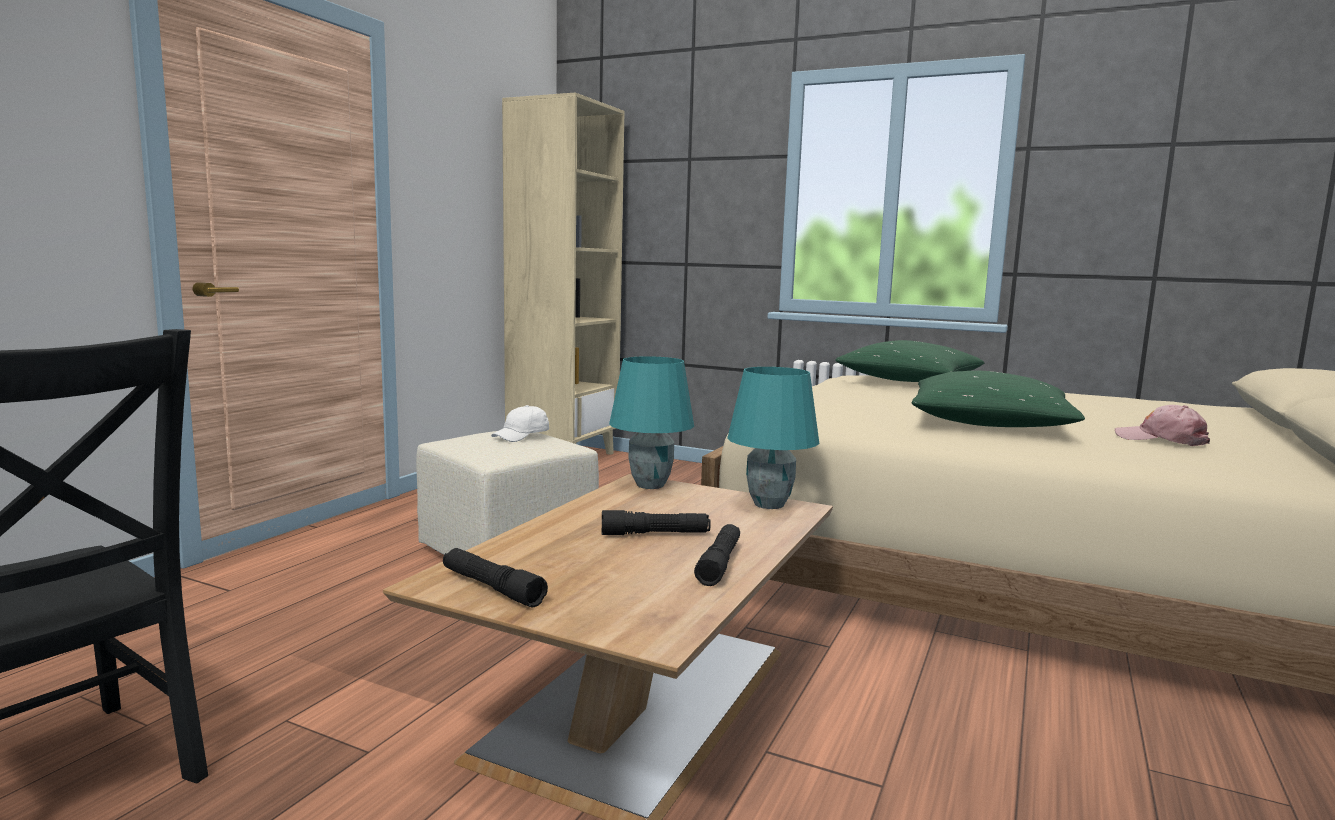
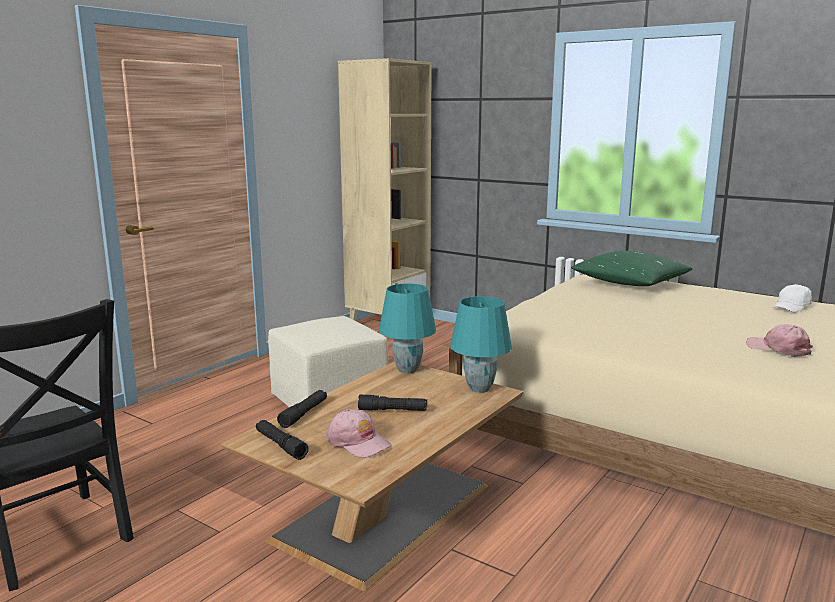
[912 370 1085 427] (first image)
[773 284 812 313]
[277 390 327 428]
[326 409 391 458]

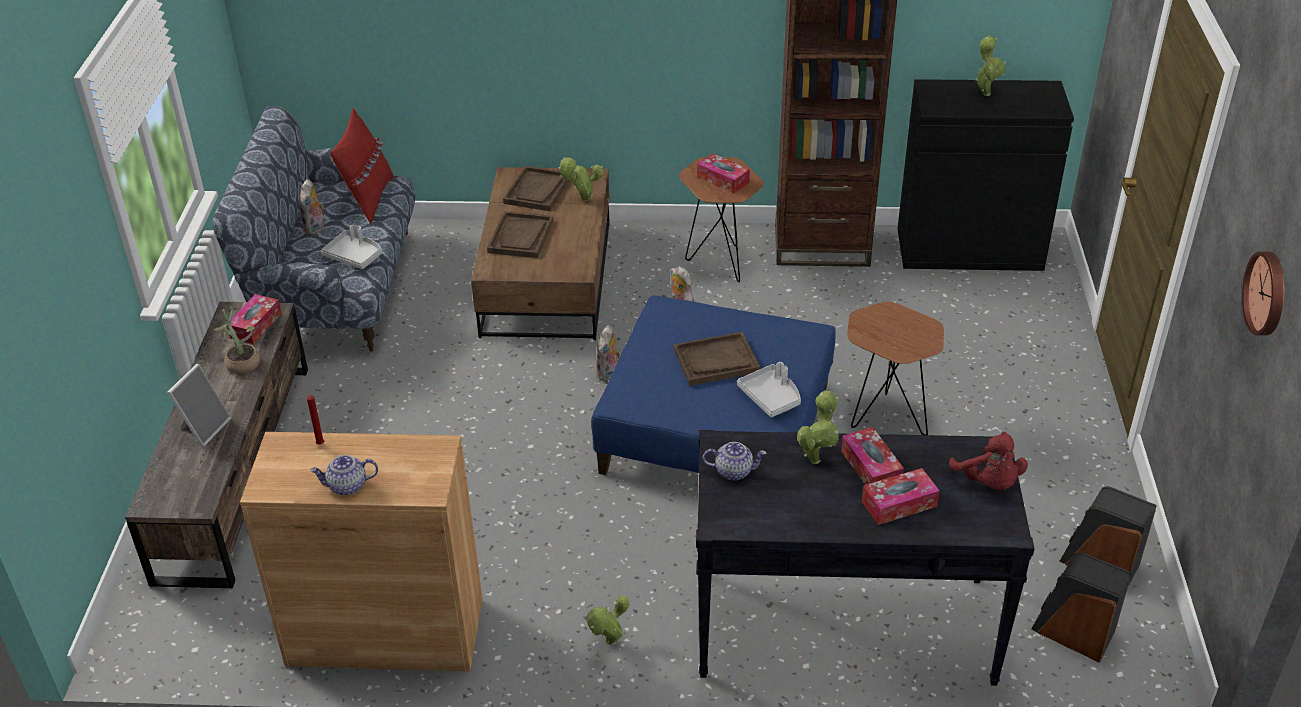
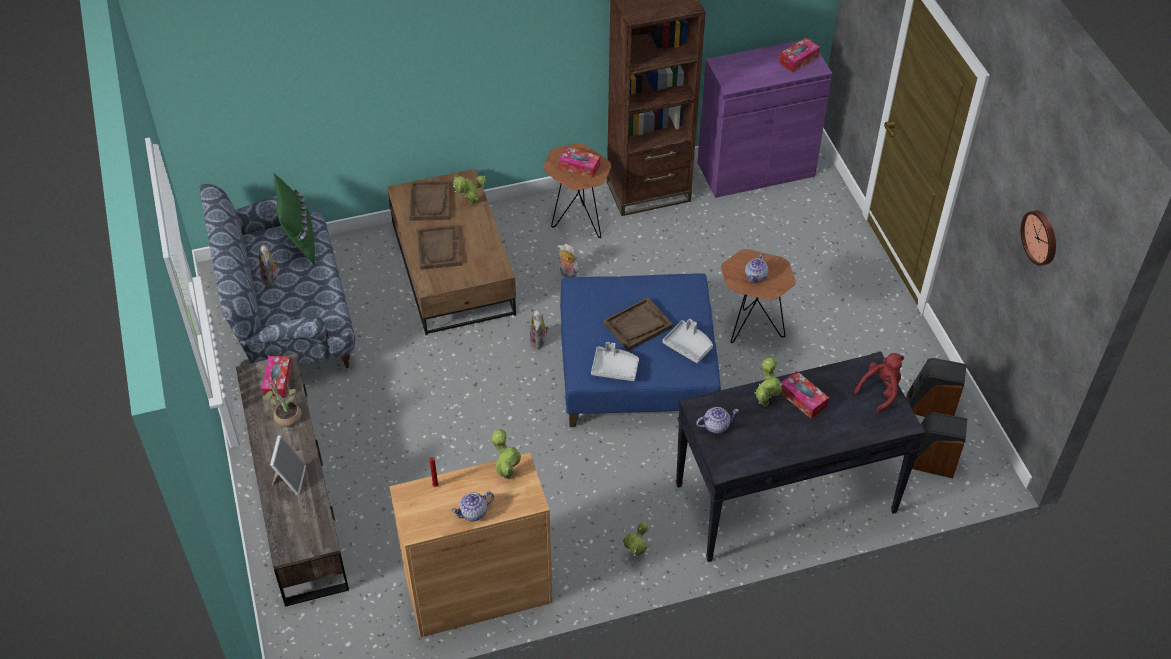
[491 429 521 479]
[697 39 832 198]
[274 173 315 265]
[591 342 639 381]
[854 353 904 413]
[779 38 820 72]
[745 253 768 283]

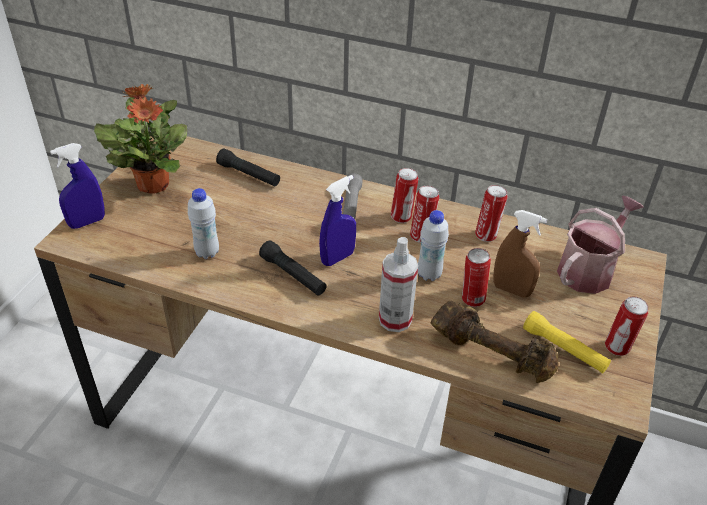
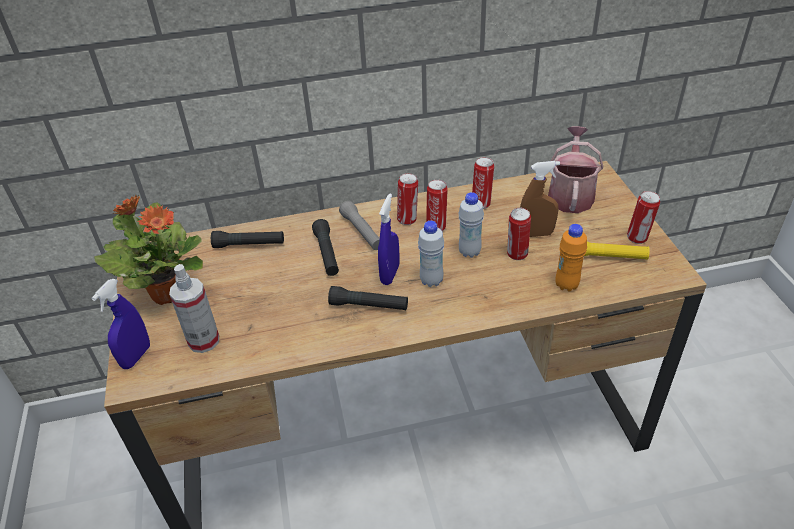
[418 221 444 287]
[169 264 219 353]
[556 224 587 291]
[312 219 339 276]

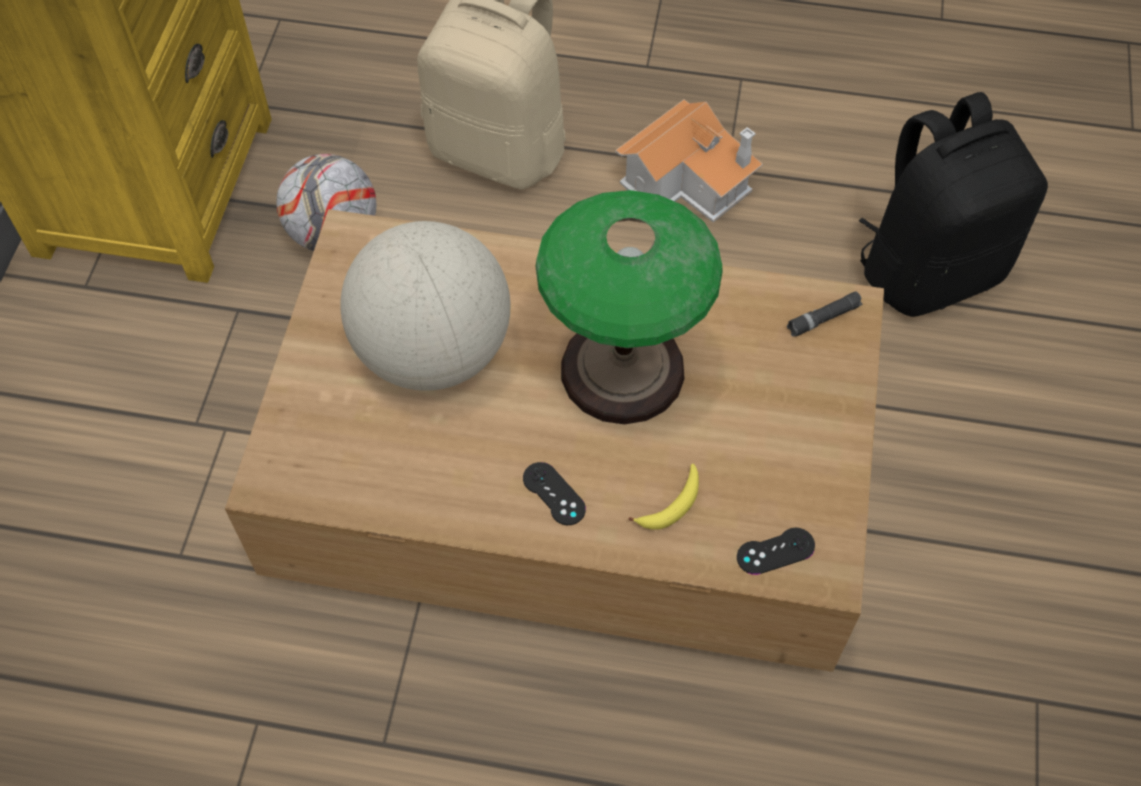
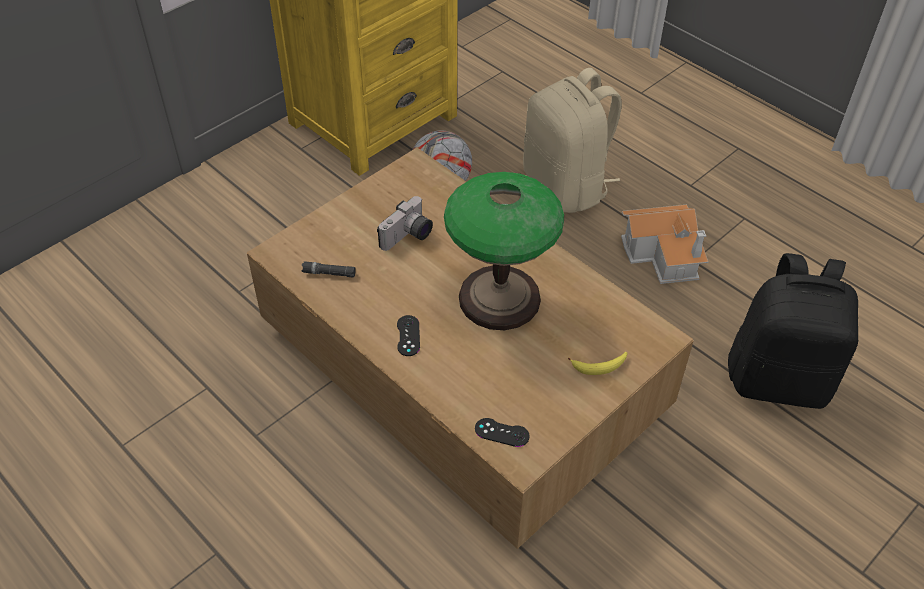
[377 196 433 251]
[301 261 356 277]
[568 352 627 375]

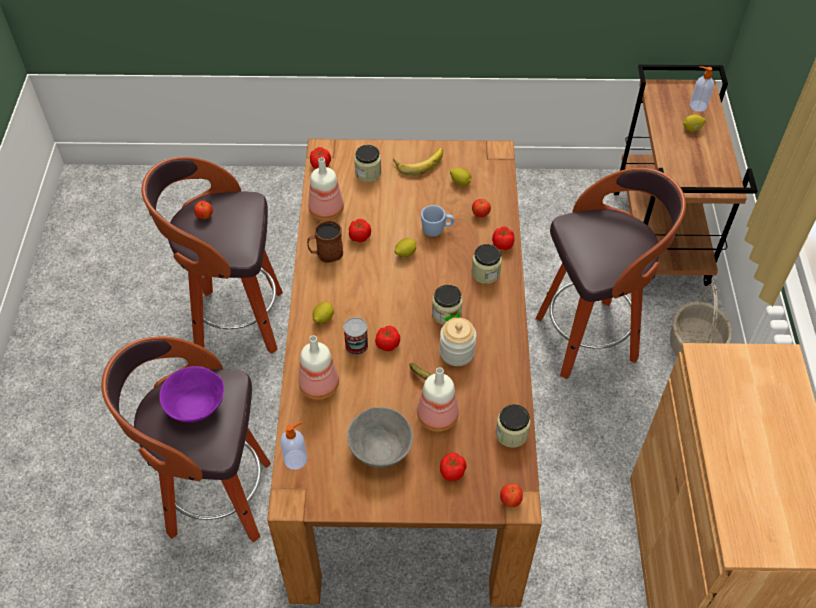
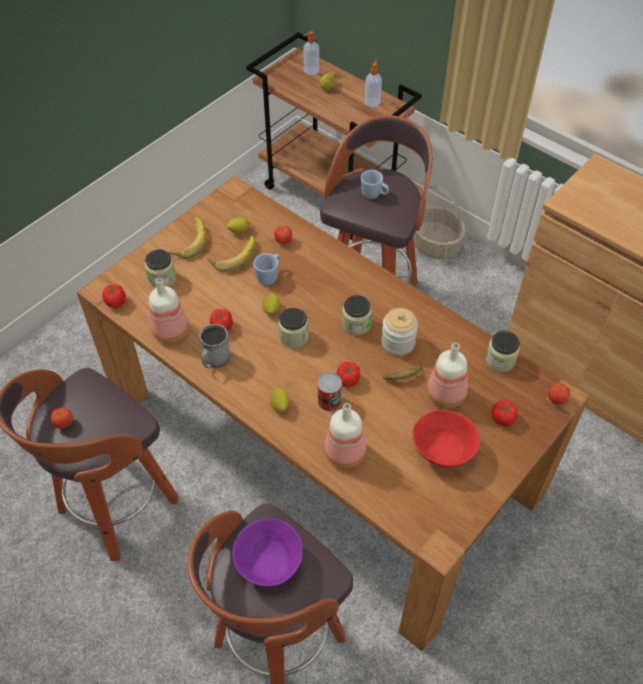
[199 324 231 369]
[492 226 515 250] (first image)
[278 308 308 348]
[413 410 480 468]
[365 59 382 107]
[361 170 389 199]
[207 235 256 272]

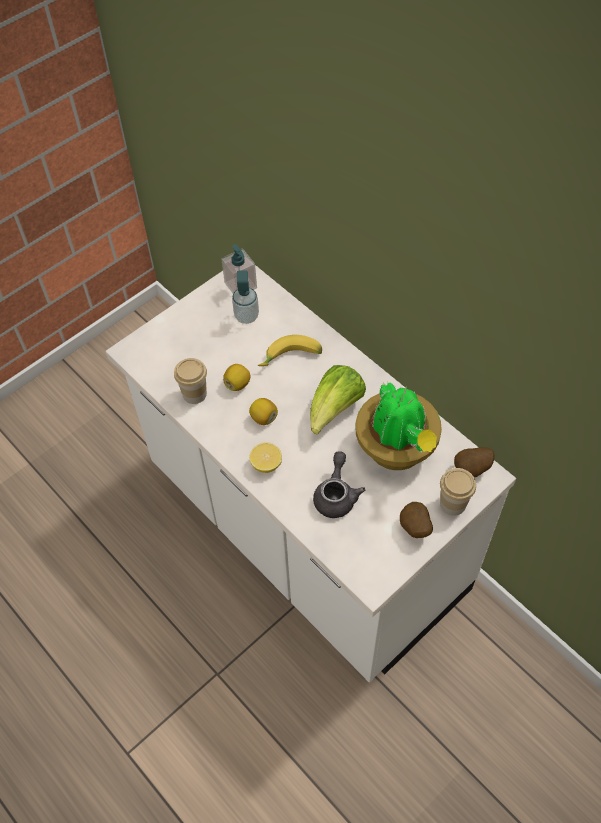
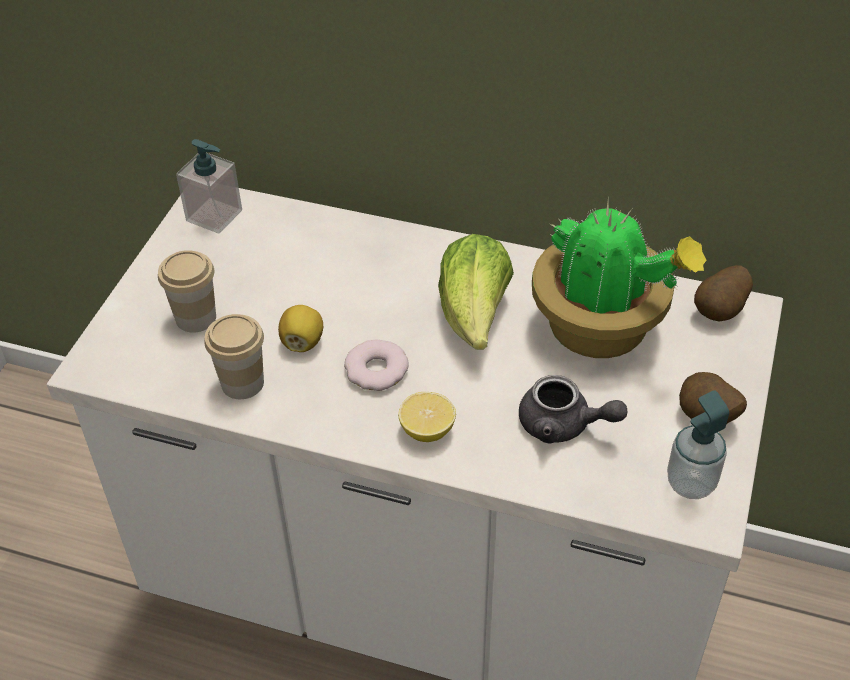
[667 391 729 499]
[258 335 322 366] (first image)
[344 340 409 391]
[519 375 627 443]
[158 250 216 333]

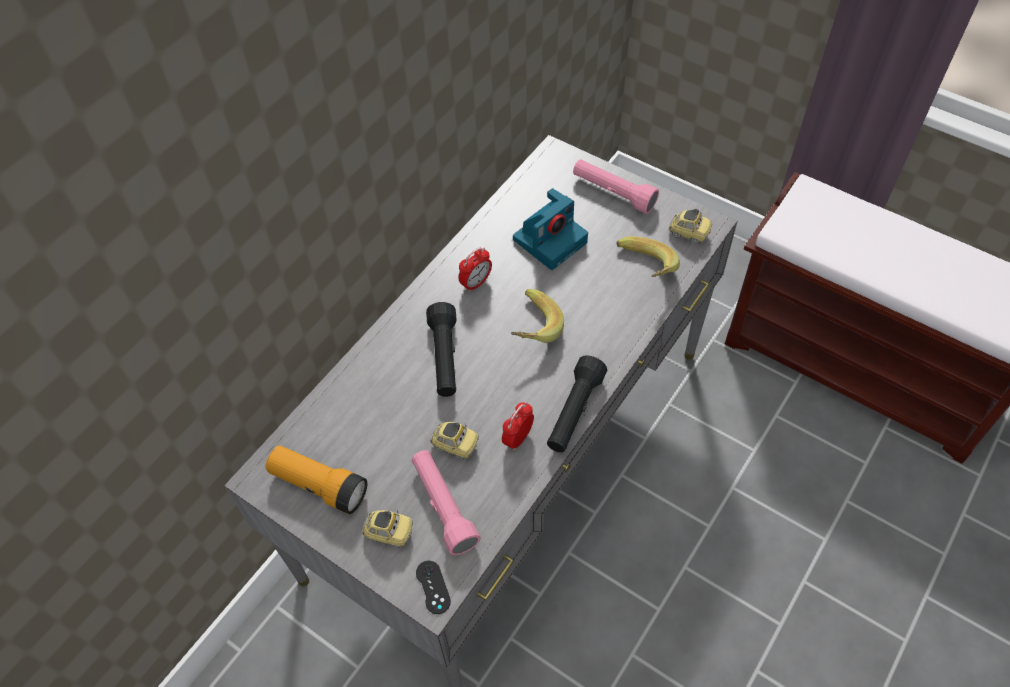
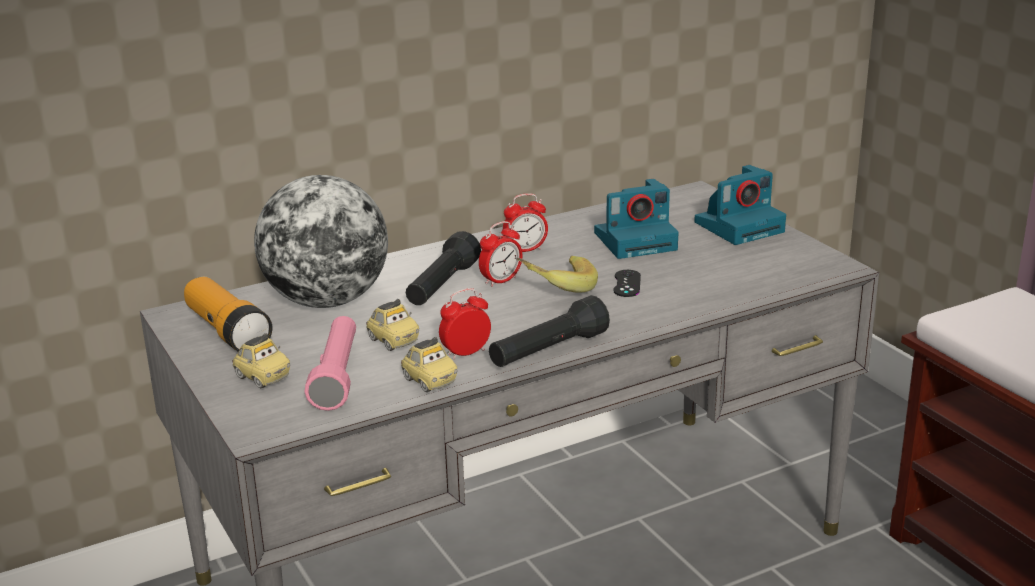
[694 165 786 245]
[401 337 457 392]
[617 236 680 277] (first image)
[613 270 641 297]
[254 175 388 308]
[479 221 522 287]

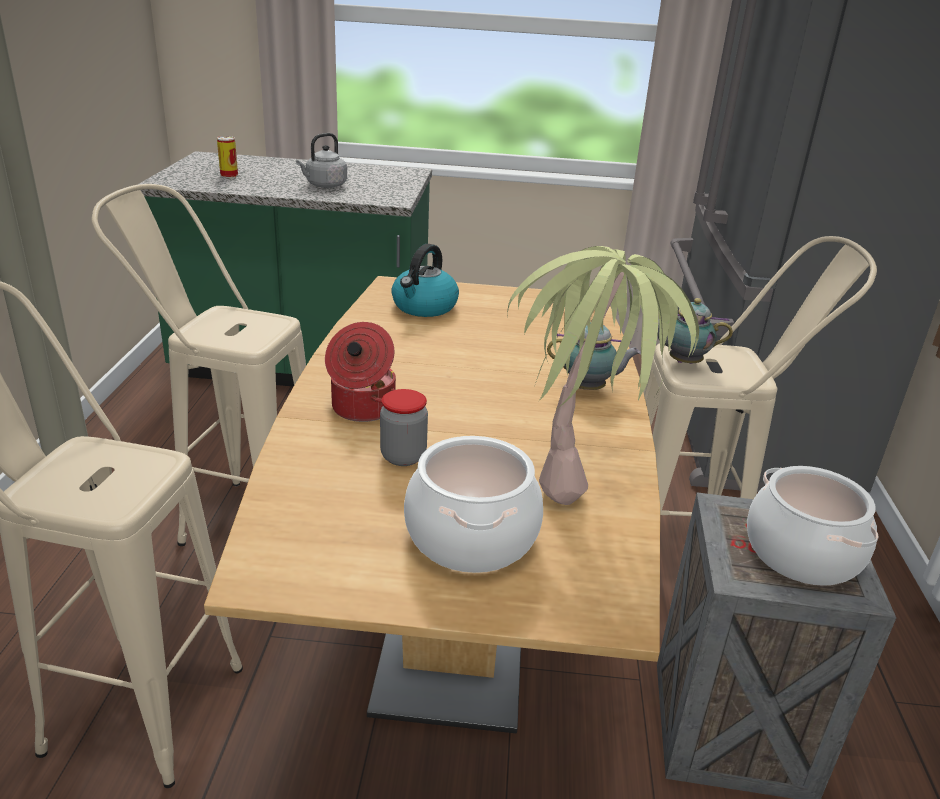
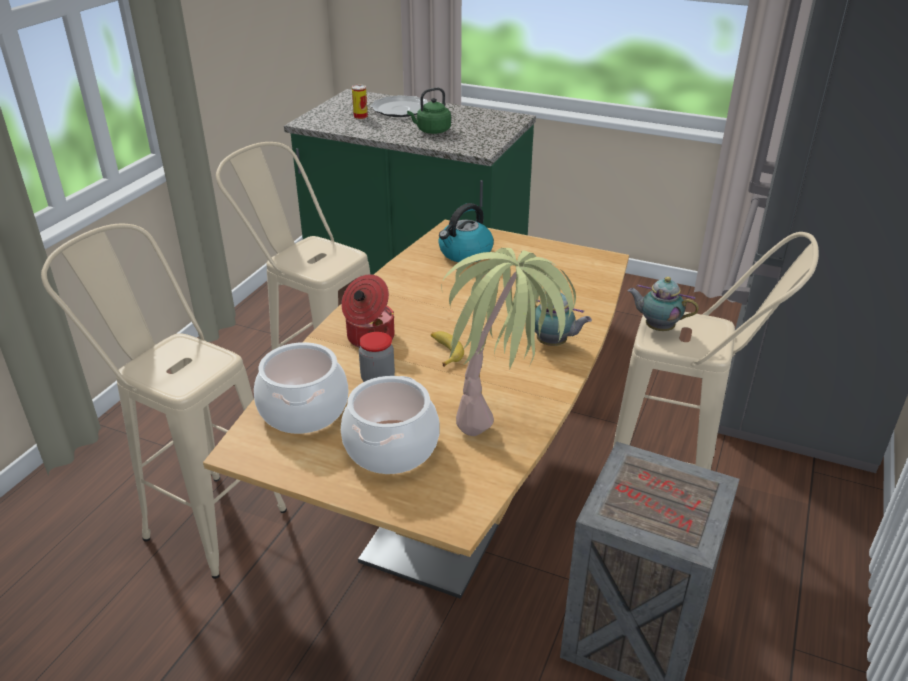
[407 88 451 134]
[254 342 349 434]
[371 95 428 117]
[431 331 464 367]

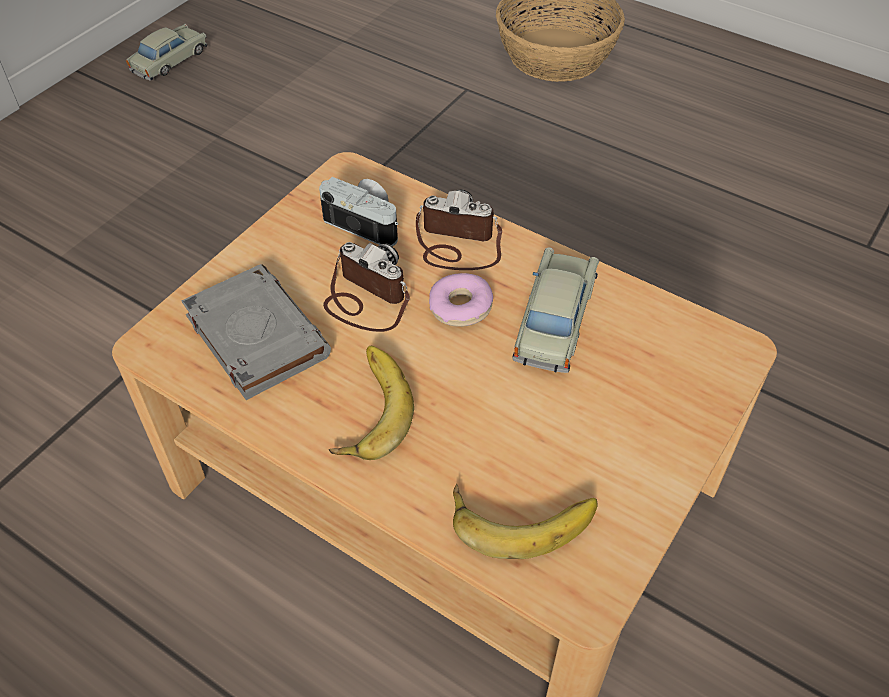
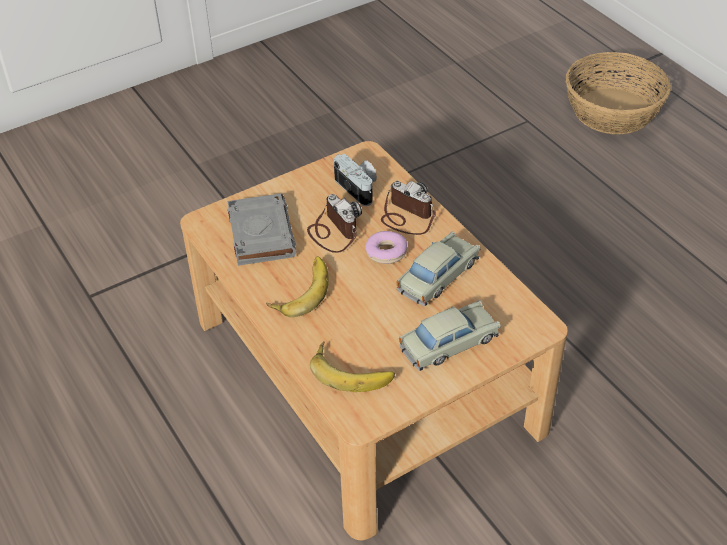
[399 301 501 371]

